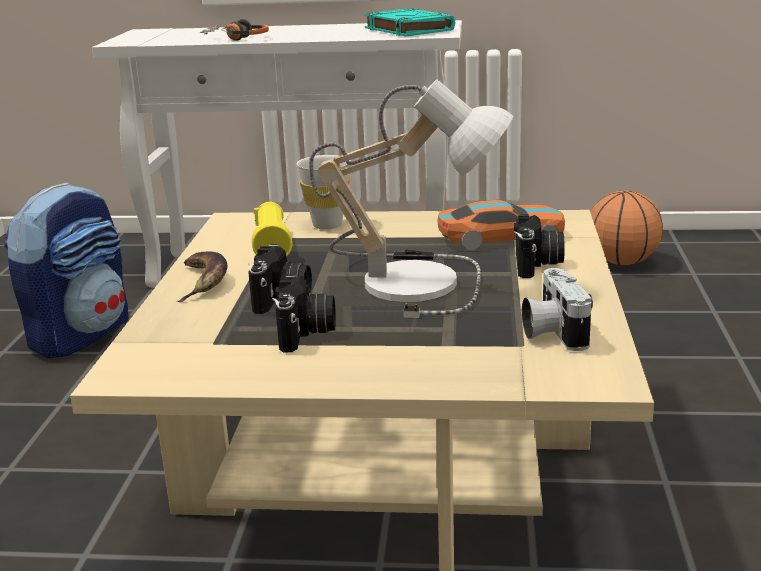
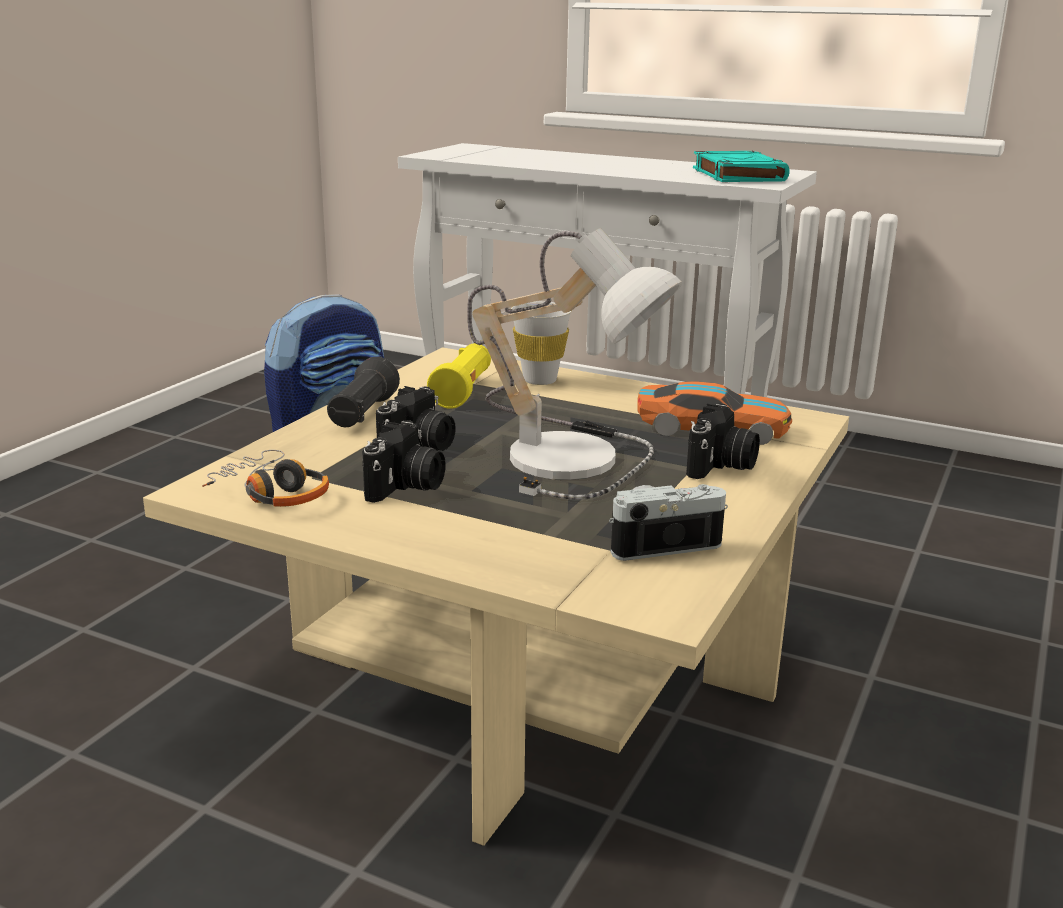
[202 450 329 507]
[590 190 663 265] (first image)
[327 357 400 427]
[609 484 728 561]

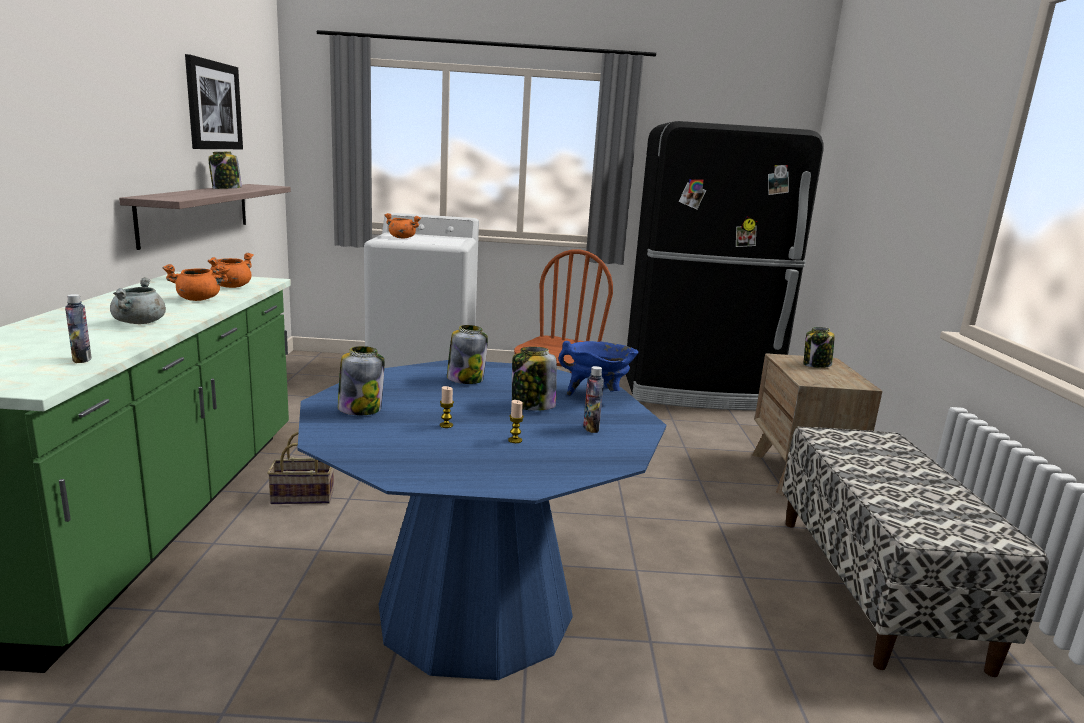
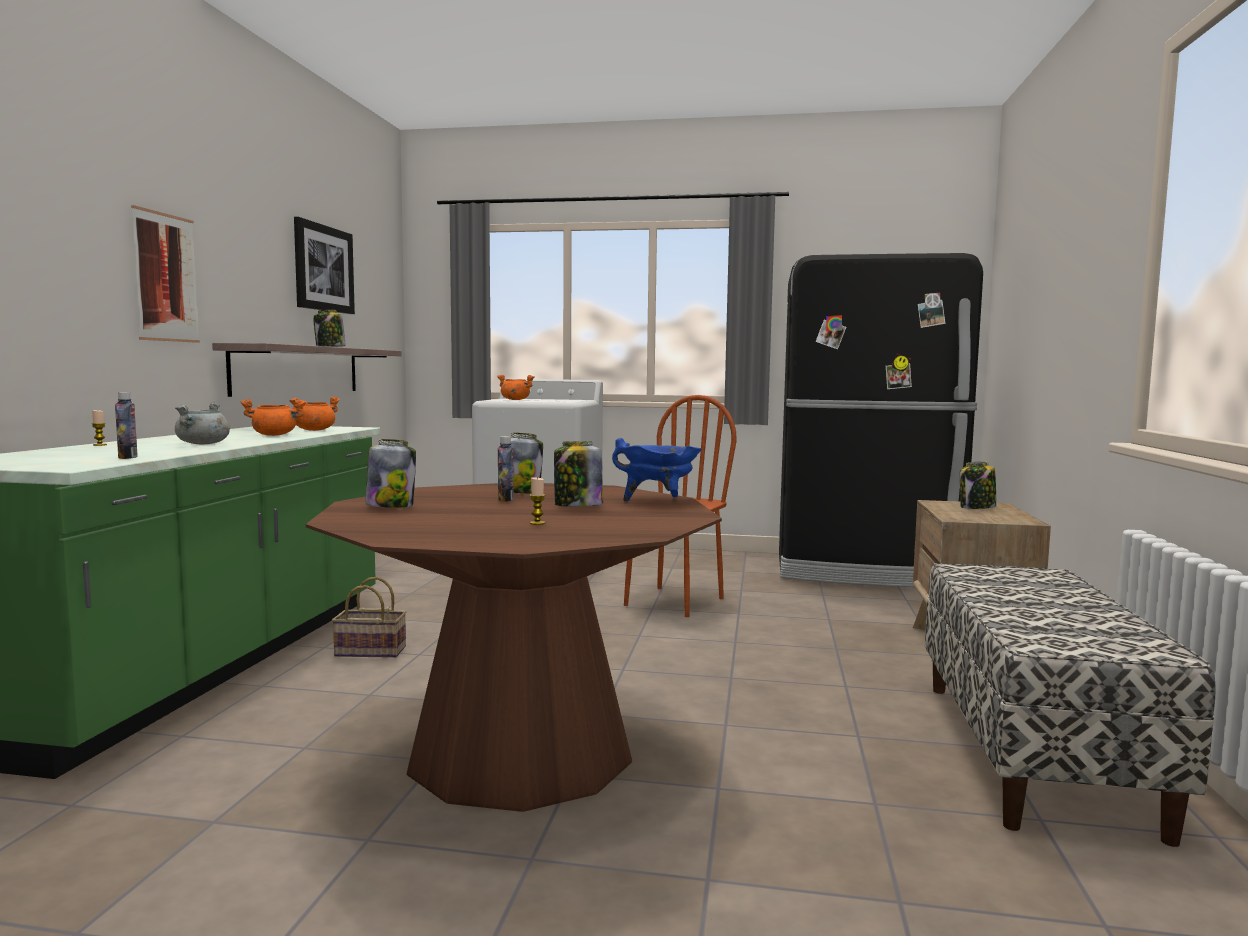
[306 483 722 812]
[498 436 514 502]
[92 410 107 446]
[131 205 200 343]

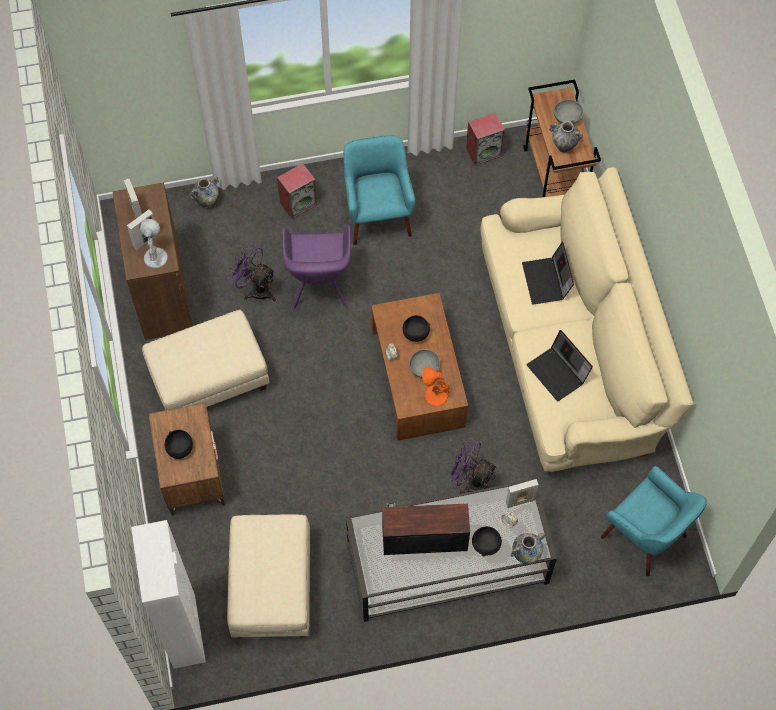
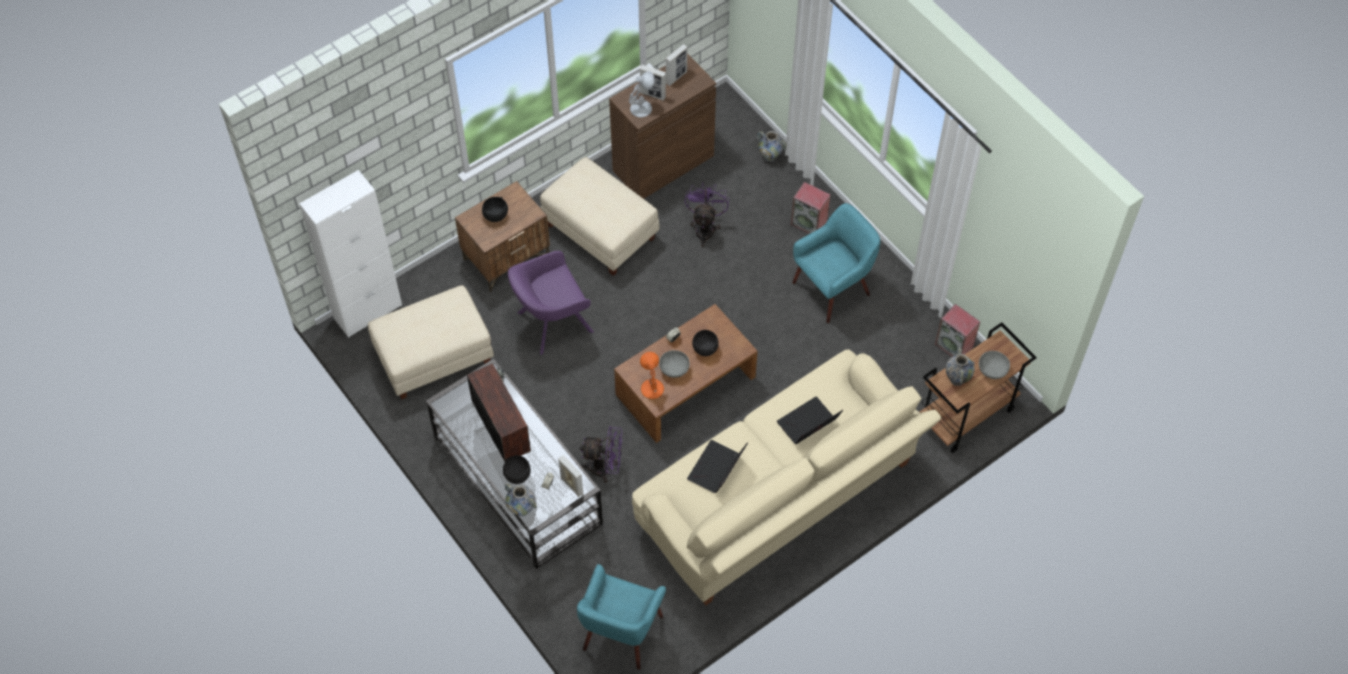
[508 251 594 355]
[580 426 622 483]

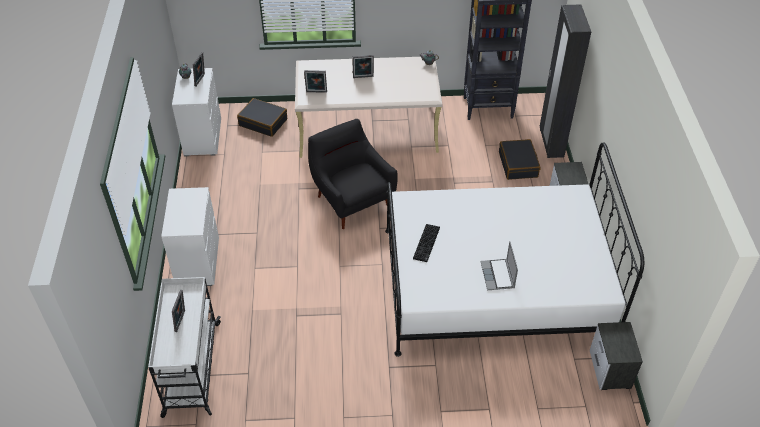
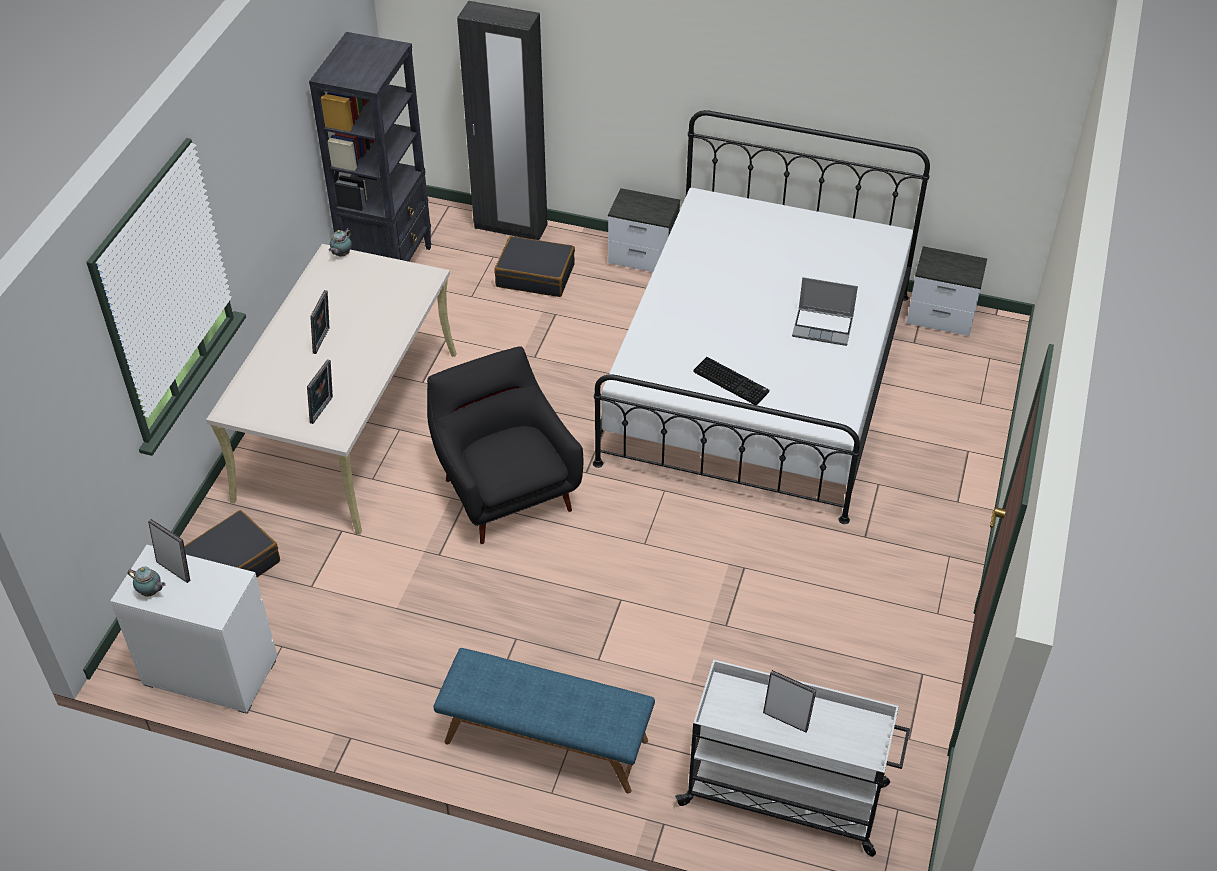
[427 346 583 544]
[433 648 655 794]

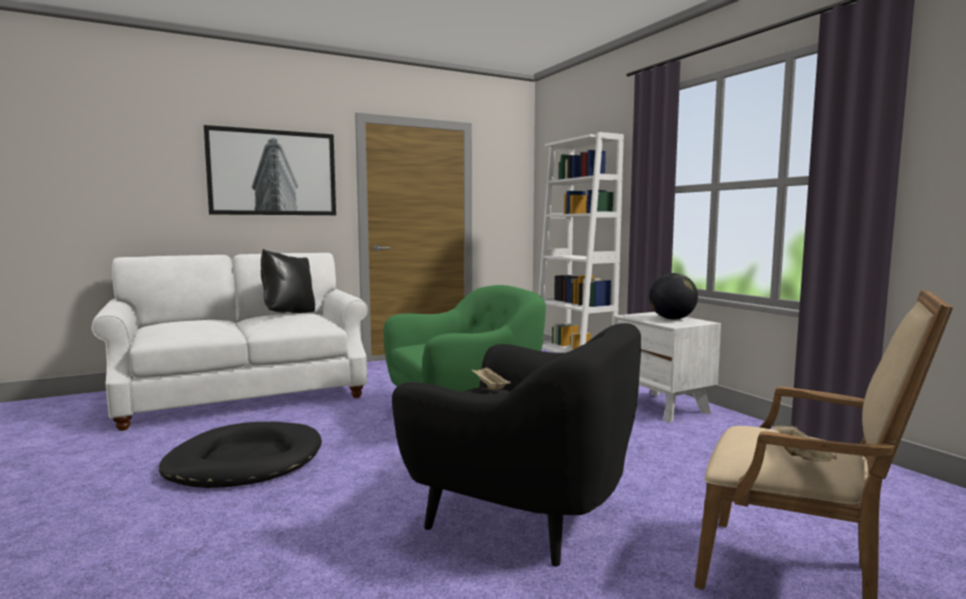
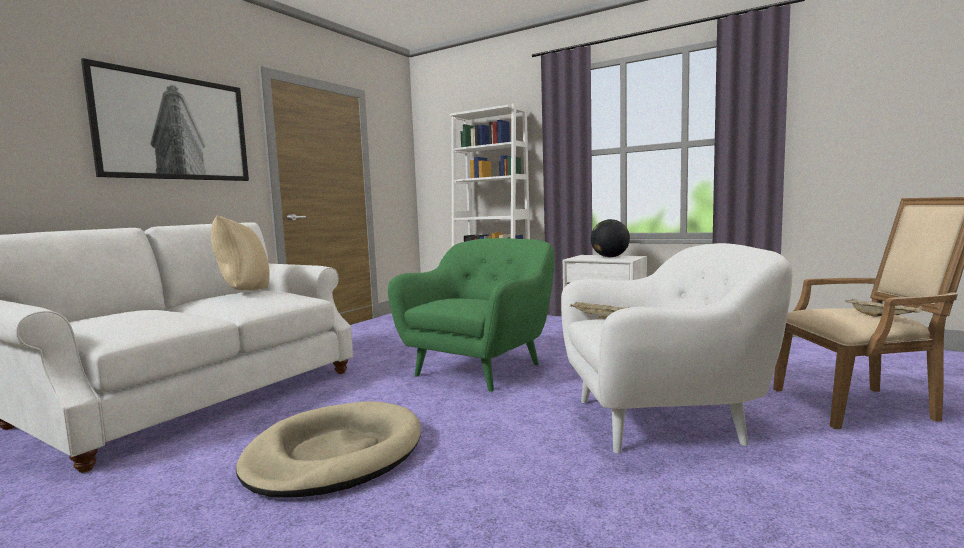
[211 215 270 290]
[561 243 793 453]
[236 401 421 497]

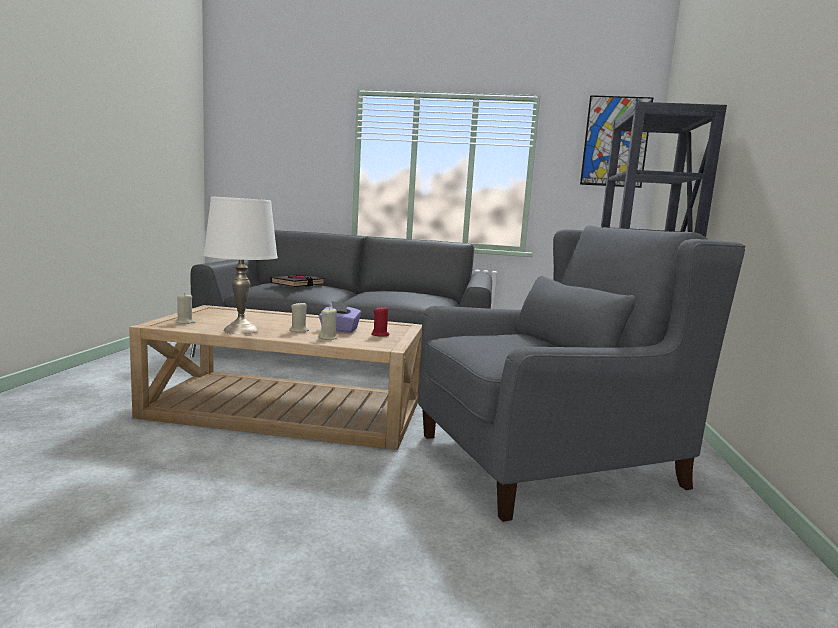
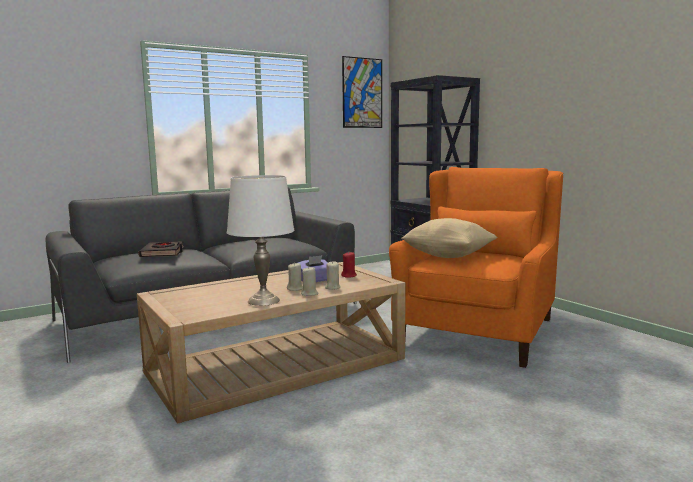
[389 167 563 368]
[301 267 319 296]
[401 218 498 258]

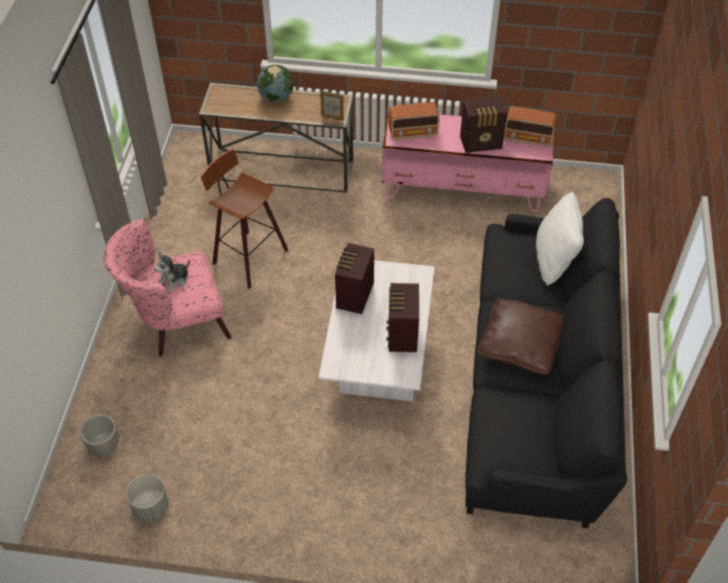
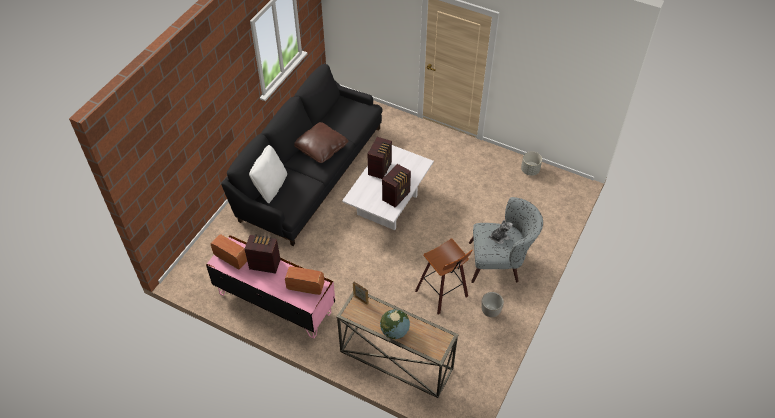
[469 197 543 283]
[481 292 504 317]

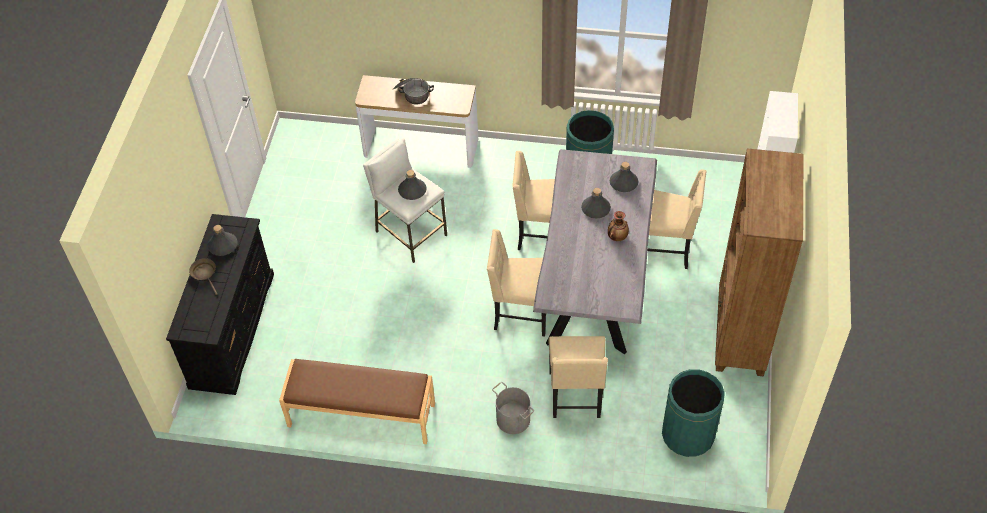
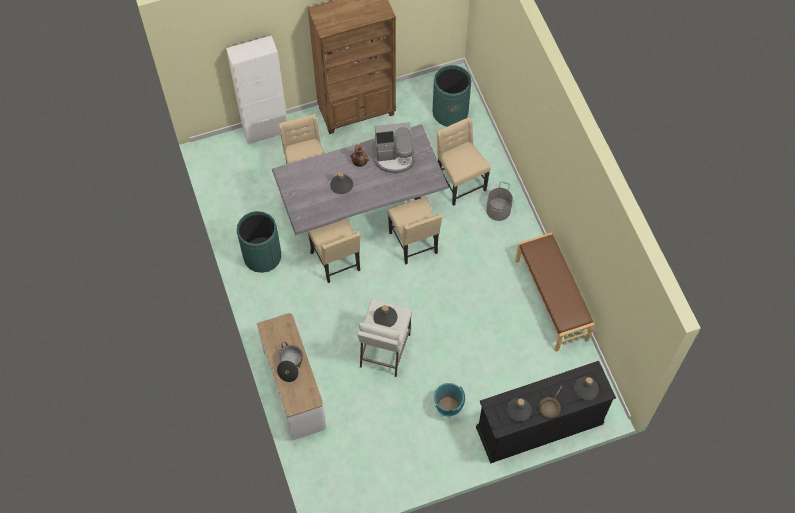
[574 377 599 400]
[437 117 491 206]
[372 122 414 173]
[434 383 465 417]

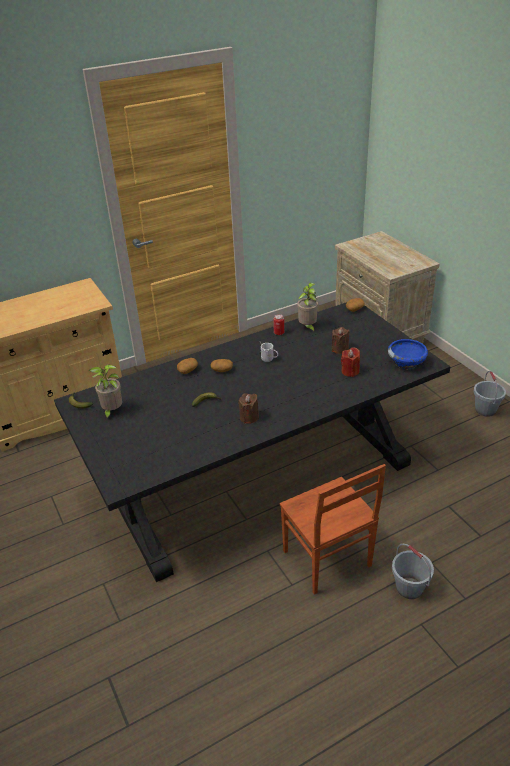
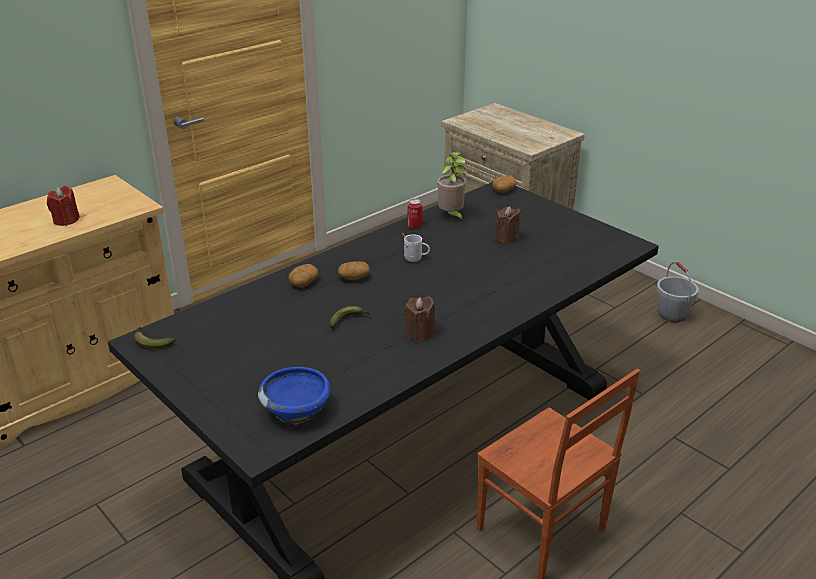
[258 367 330 425]
[47 186 80 226]
[89 364 122 421] (first image)
[392 544 434 599] (first image)

